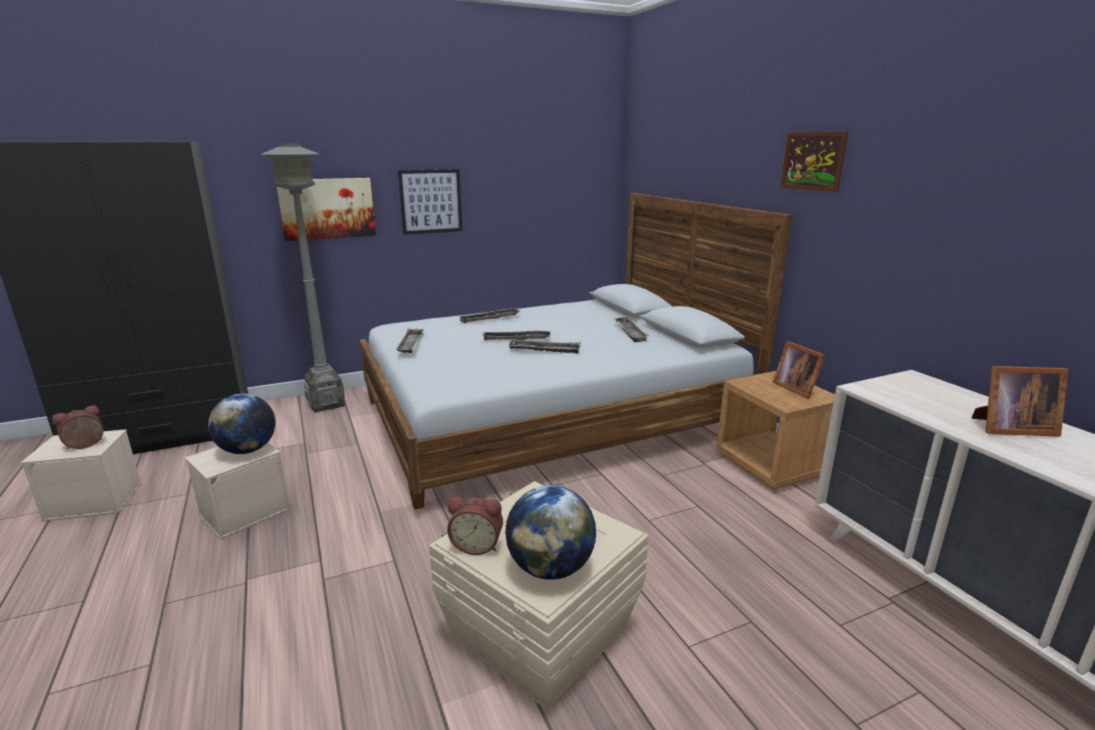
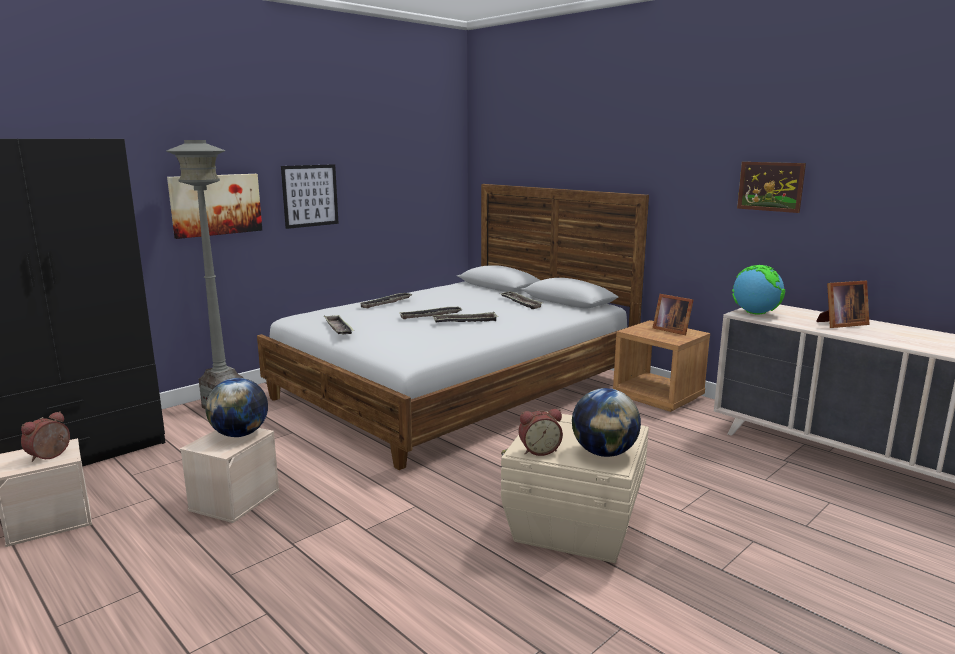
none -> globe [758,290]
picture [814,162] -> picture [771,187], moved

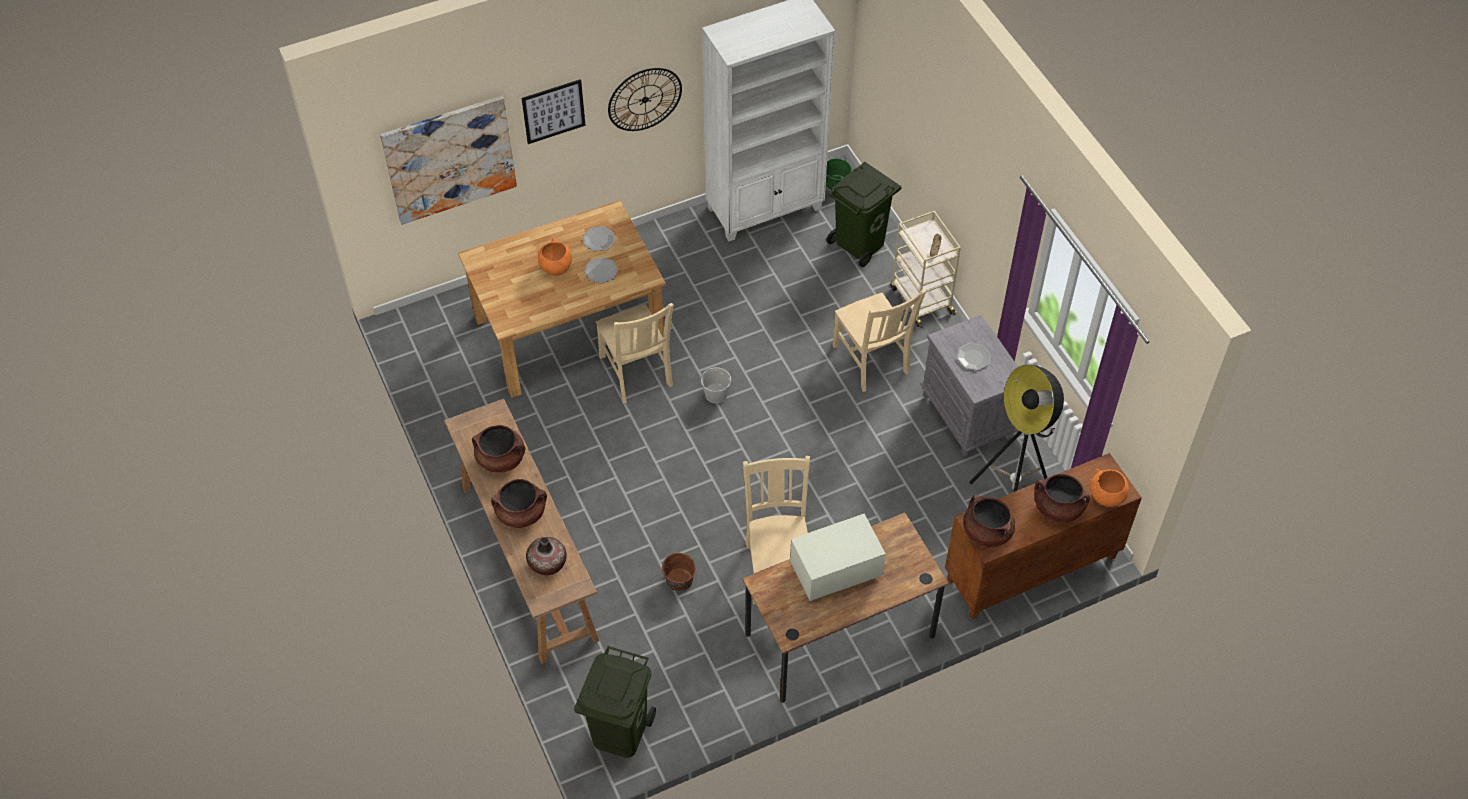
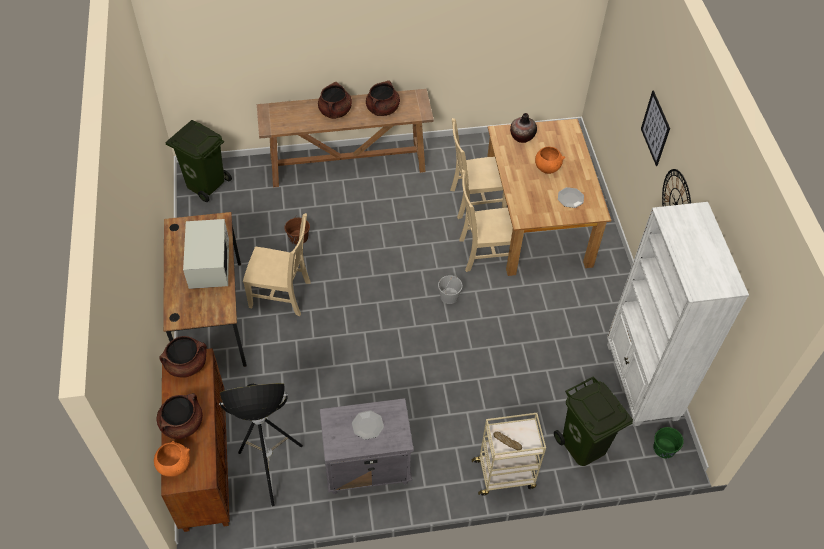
picture [448,160] -> none
plate [601,270] -> none
vase [546,556] -> vase [523,128], moved
beige_chair [879,341] -> beige_chair [478,168], moved

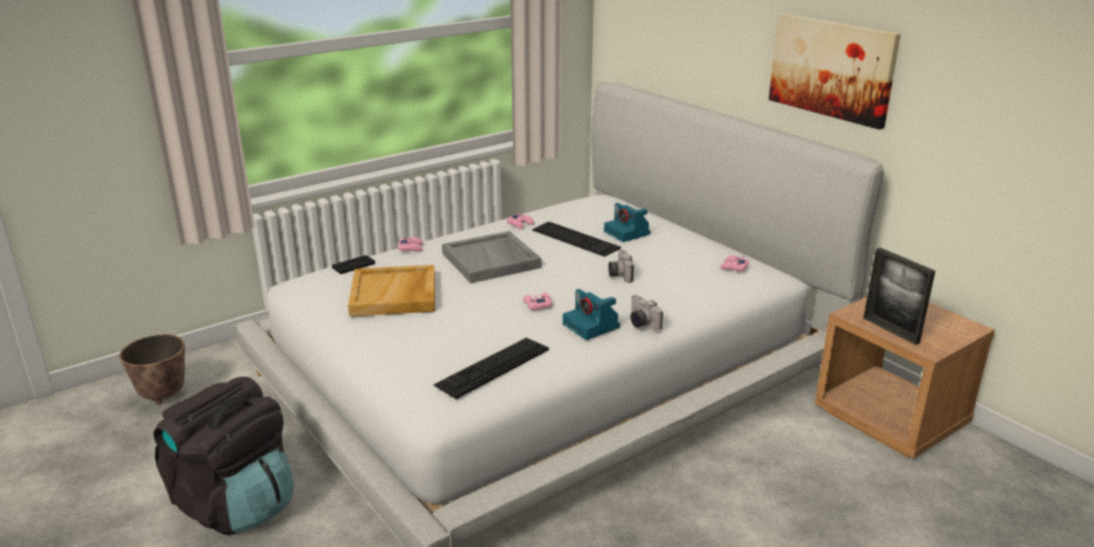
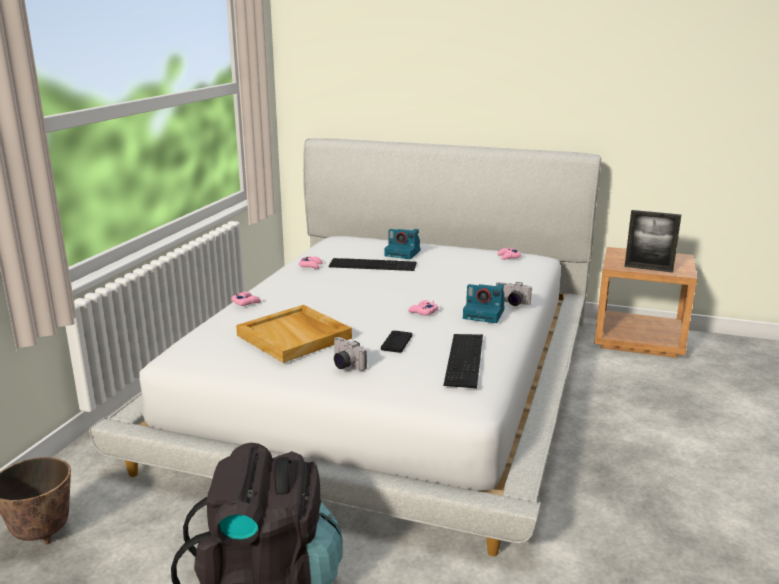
grey_tray [491,257] -> none
picture [835,71] -> none
black_game_controller [353,264] -> black_game_controller [396,341], moved
photo_camera [621,266] -> photo_camera [350,354], moved

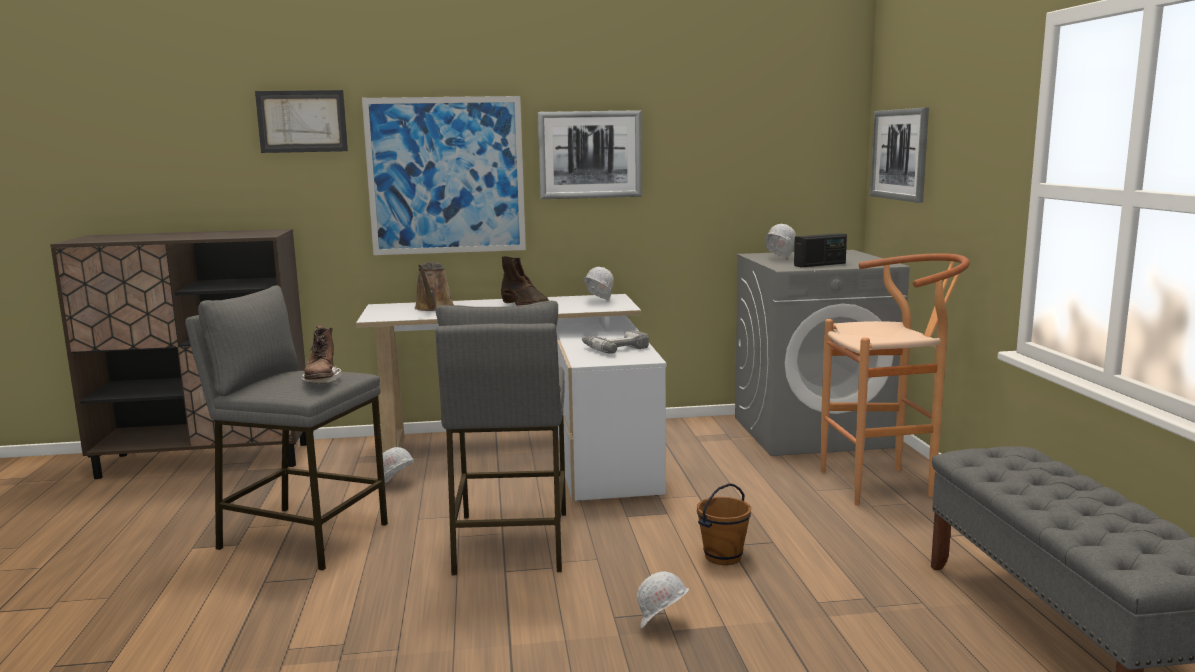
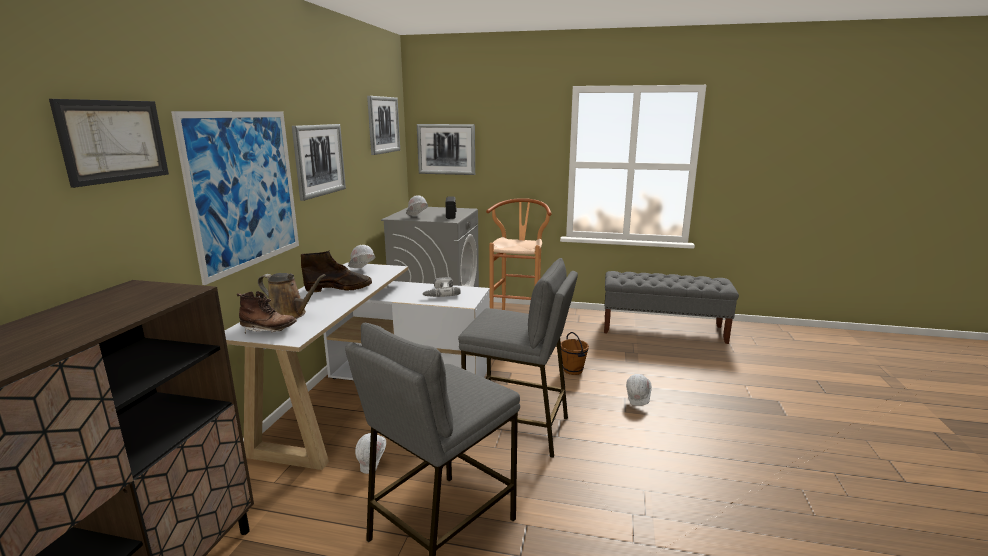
none -> picture [383,125]
brown_boot [321,354] -> brown_boot [267,312], moved

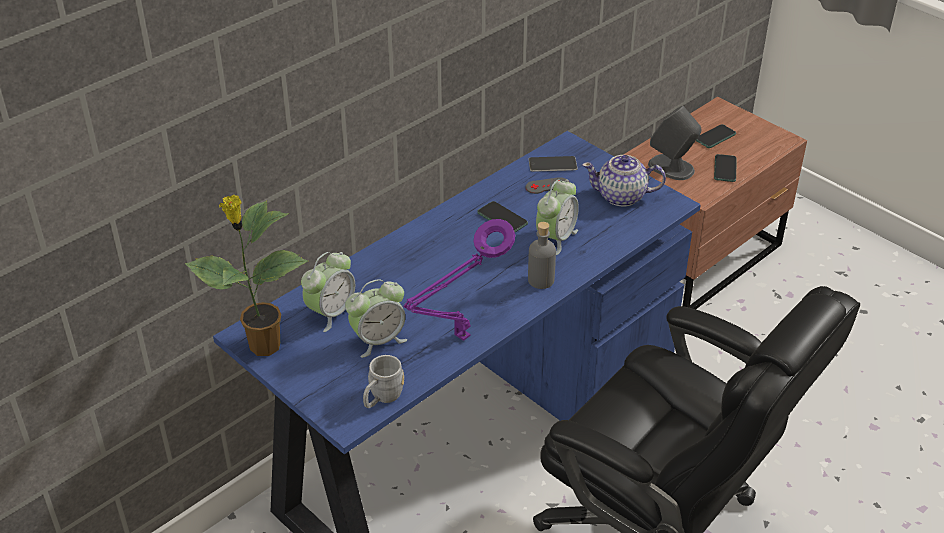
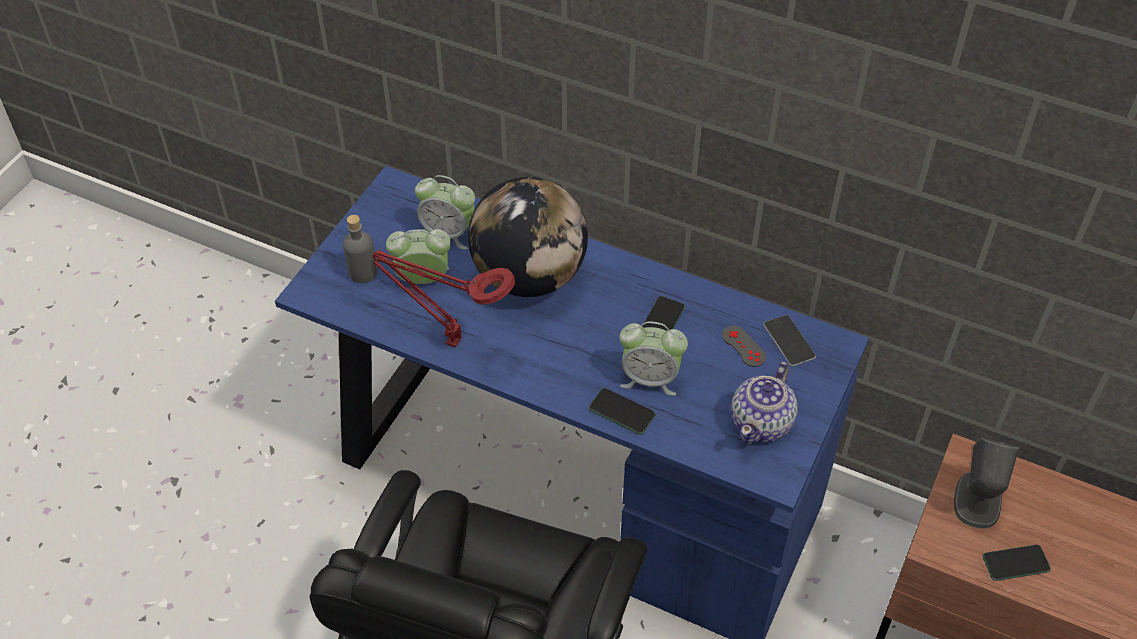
potted_plant [246,275] -> none
grey_mug [383,381] -> none
none -> globe [528,237]
grey_bottle [542,255] -> grey_bottle [360,249], moved
phone [716,136] -> phone [622,411], moved
purple_table_lamp [459,280] -> red_table_lamp [443,298]
alarm_clock [376,318] -> alarm_clock [418,256], 135 degrees clockwise
teapot [624,181] -> teapot [764,403], 135 degrees counterclockwise

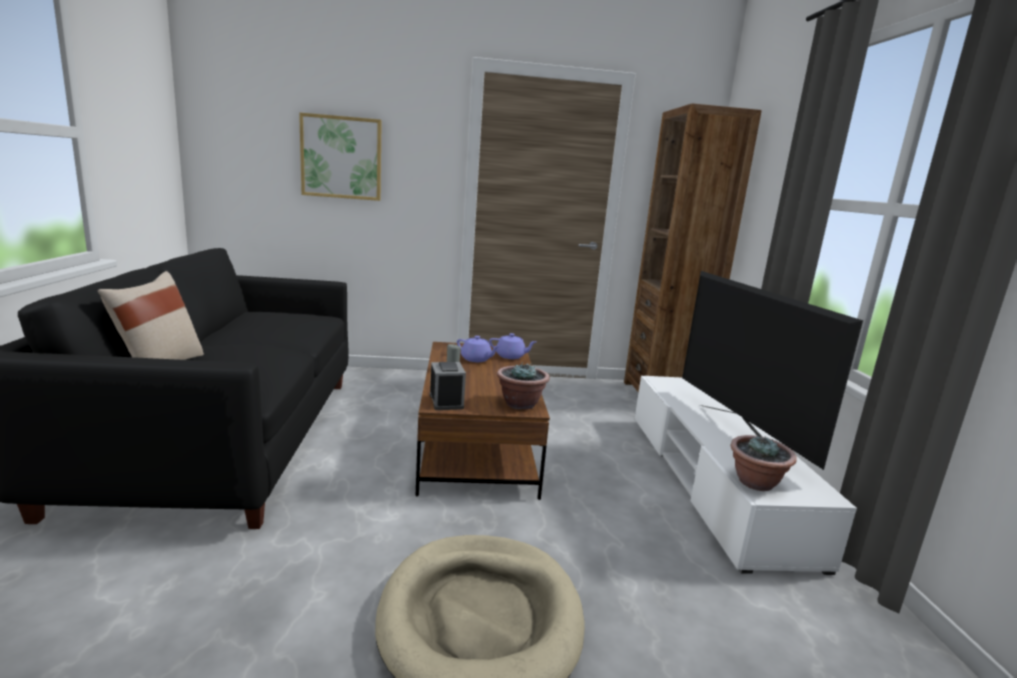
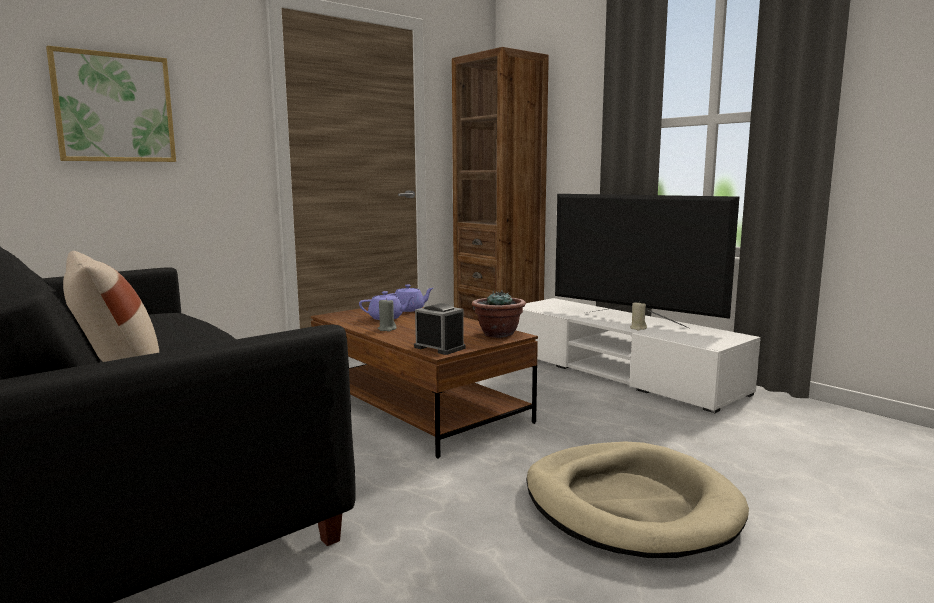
potted_plant [764,463] -> none
none -> beige_candle [638,315]

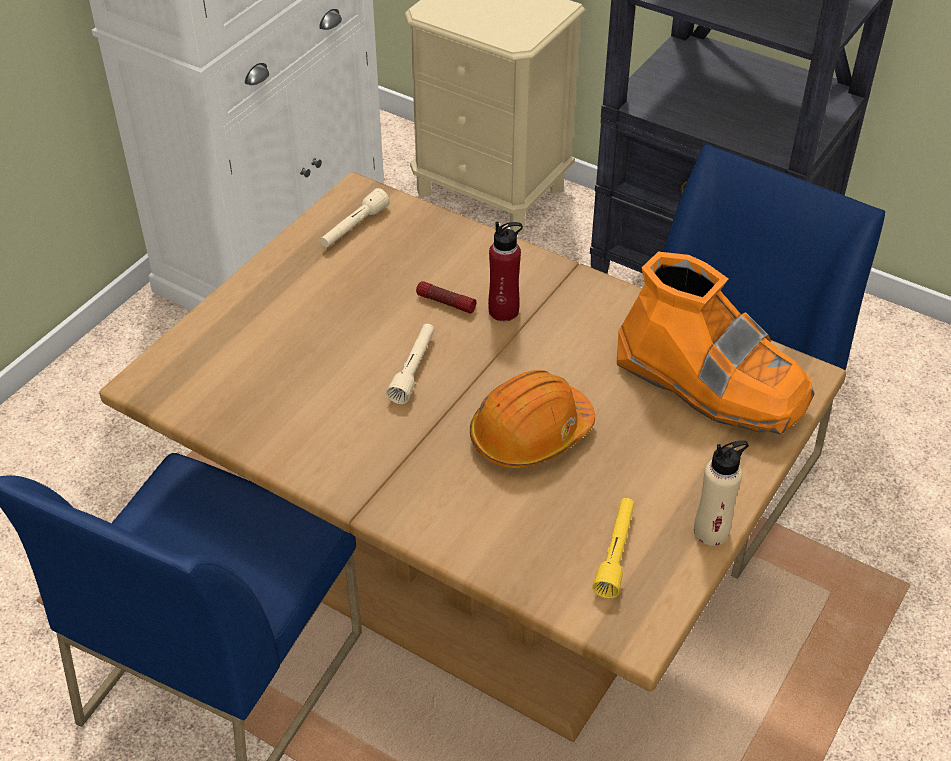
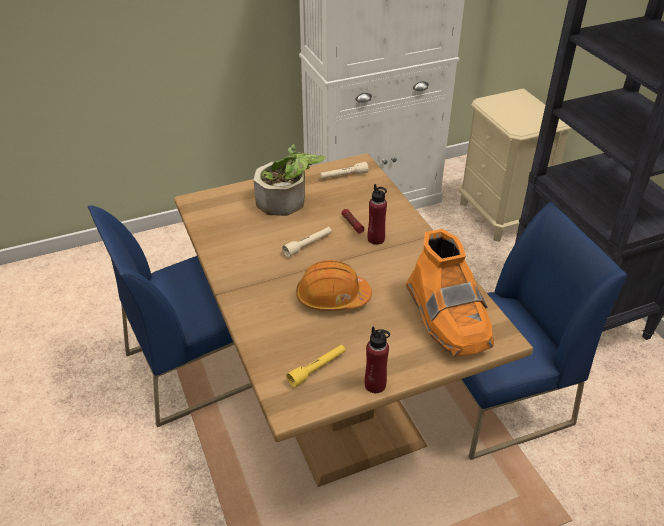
none -> potted_plant [289,180]
beige_bottle [721,492] -> red_bottle [377,360]

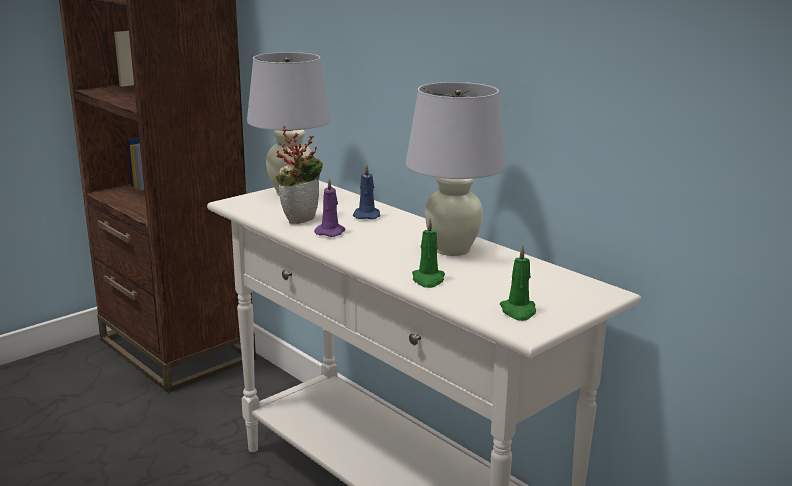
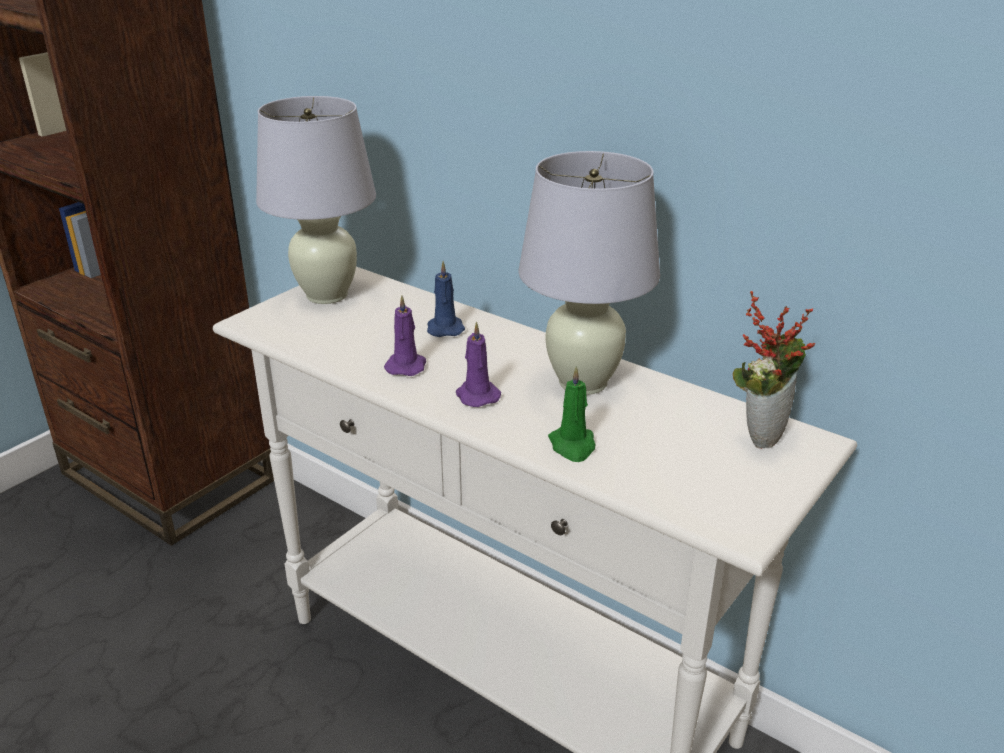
green_candle [518,283] -> none
none -> purple_candle [478,364]
potted_plant [299,175] -> potted_plant [774,370], moved

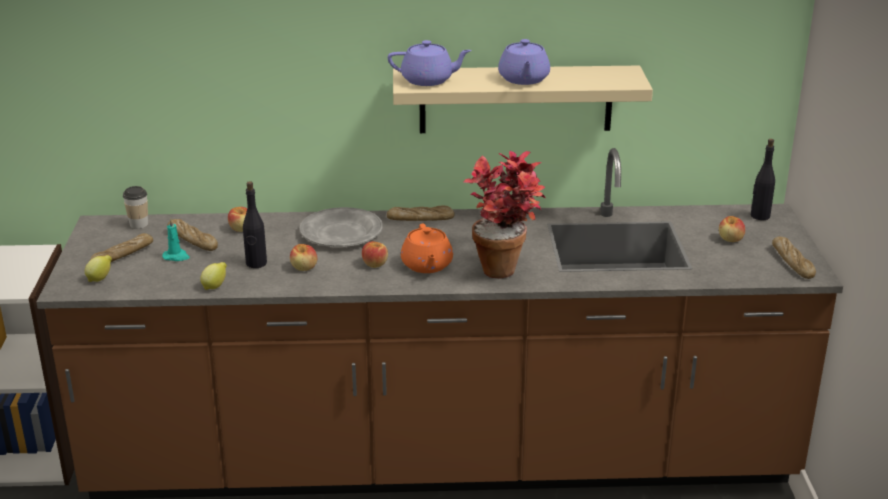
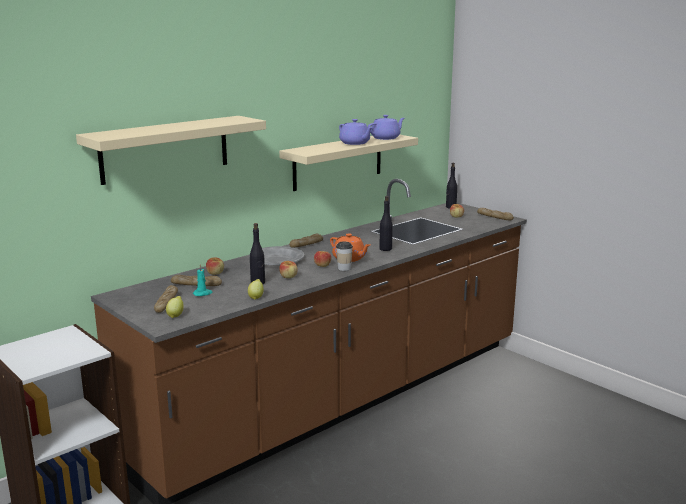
none -> beige_shelf [171,150]
cup [135,207] -> cup [344,256], moved
purple_teapot [430,63] -> purple_teapot [386,127], moved
potted_plant [504,215] -> black_bottle [386,223]

